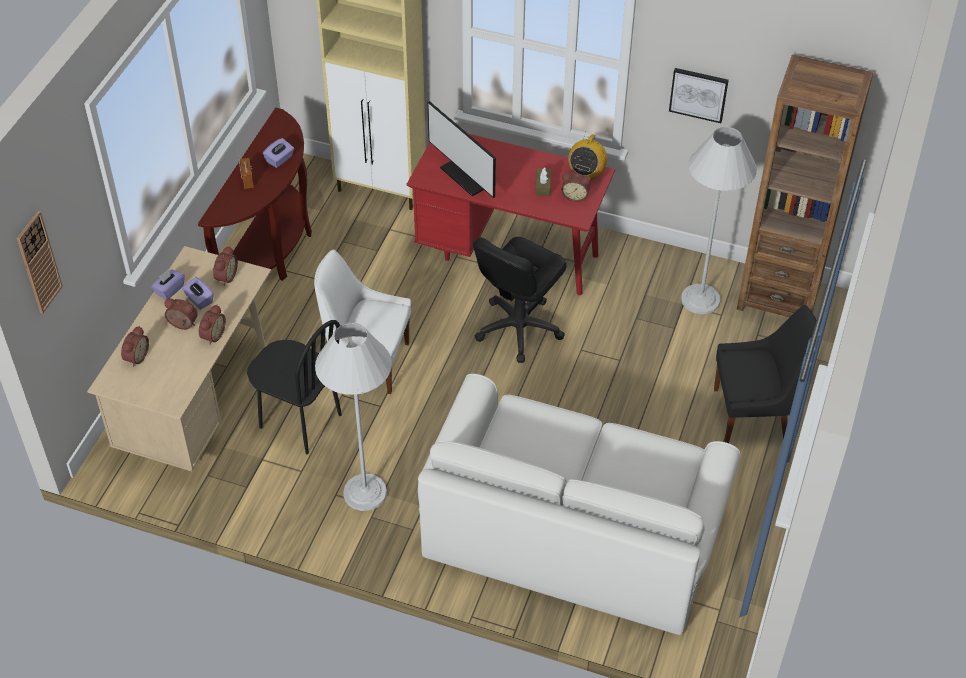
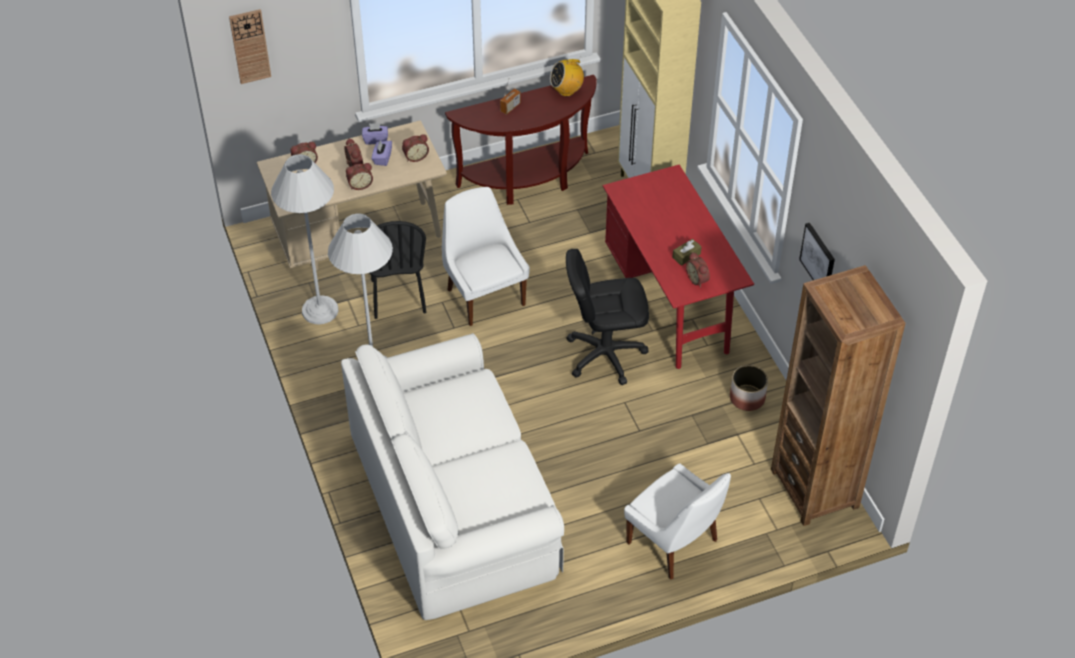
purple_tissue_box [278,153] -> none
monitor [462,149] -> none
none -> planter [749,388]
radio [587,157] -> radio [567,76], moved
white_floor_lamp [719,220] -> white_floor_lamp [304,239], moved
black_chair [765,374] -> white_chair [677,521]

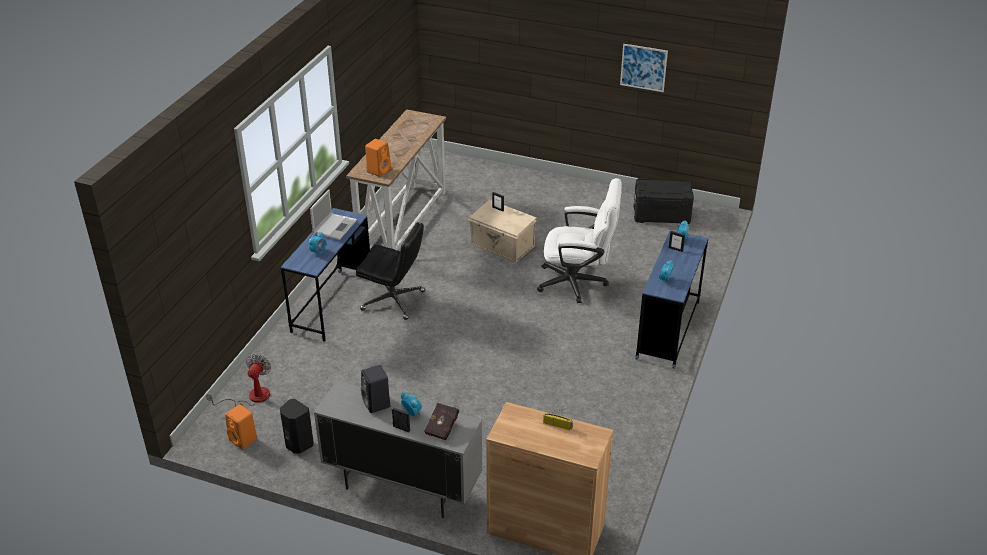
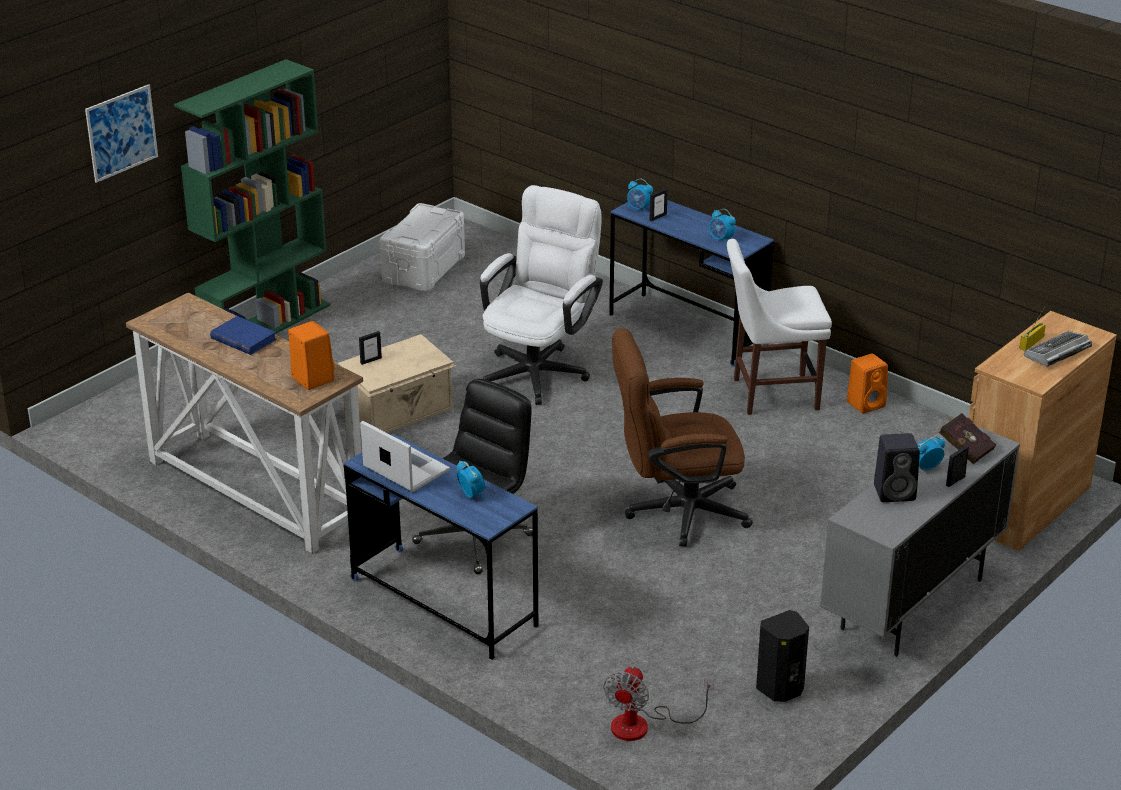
none -> green_bookcase [252,196]
none -> blue_book [243,335]
none -> brown_office_chair [682,437]
none -> white_chair [779,327]
none -> keyboard [1058,349]
orange_speaker [241,426] -> orange_speaker [867,383], moved
picture [644,68] -> picture [121,133], moved
black_storage_box [663,201] -> white_storage_box [422,247]
fan [238,380] -> fan [658,704], 105 degrees counterclockwise

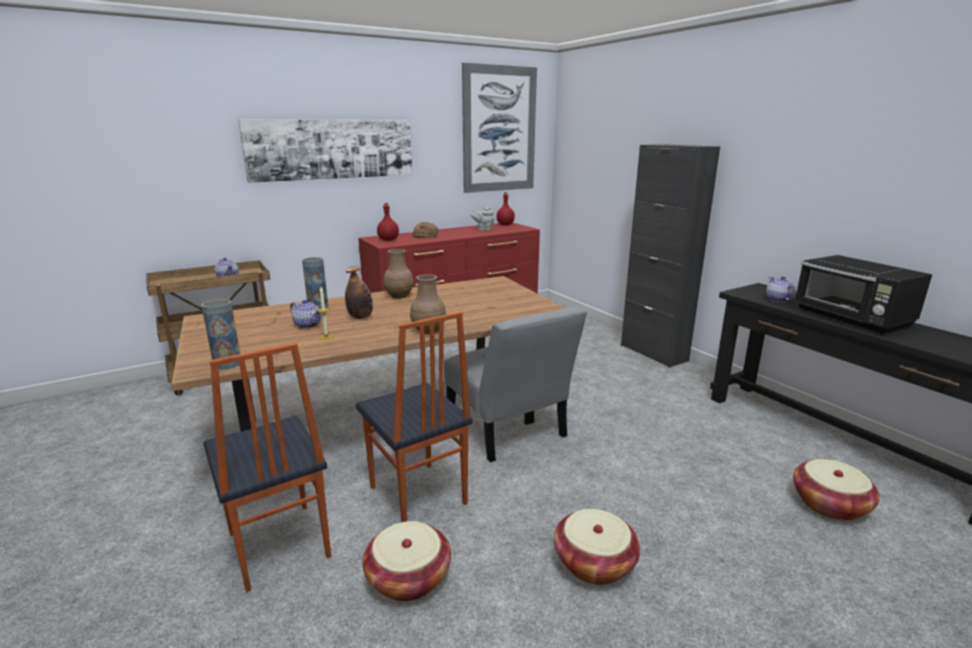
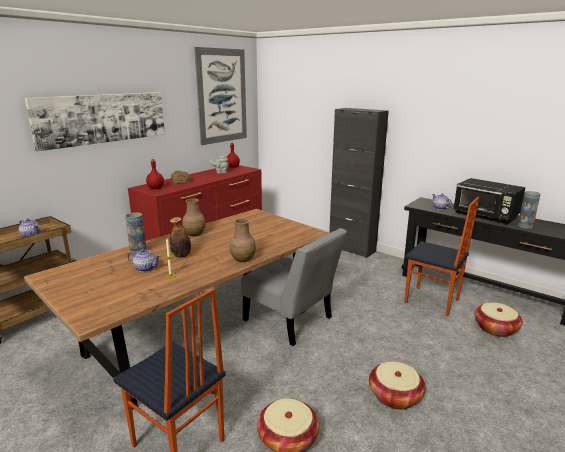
vase [220,334] -> vase [529,210], moved
chair [414,416] -> chair [441,256], moved

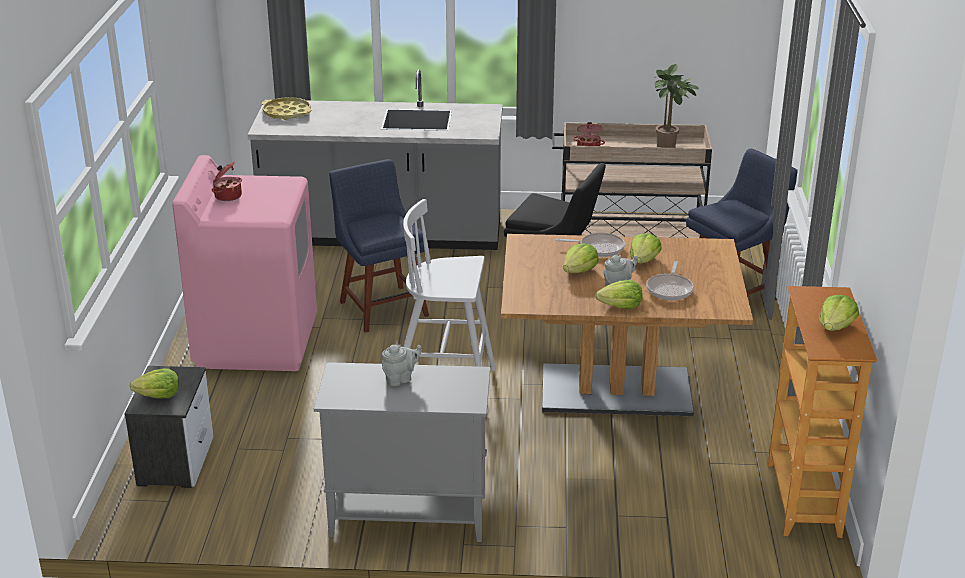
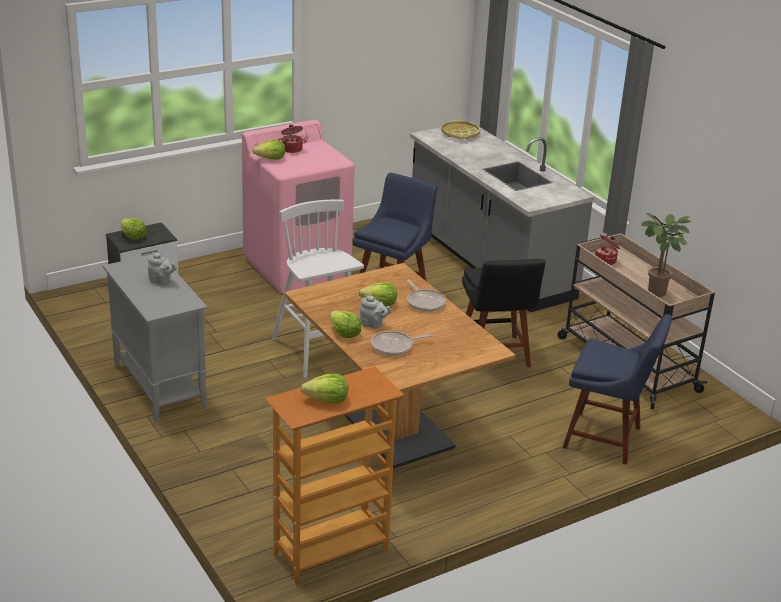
lettuce [645,248] -> lettuce [268,150], moved

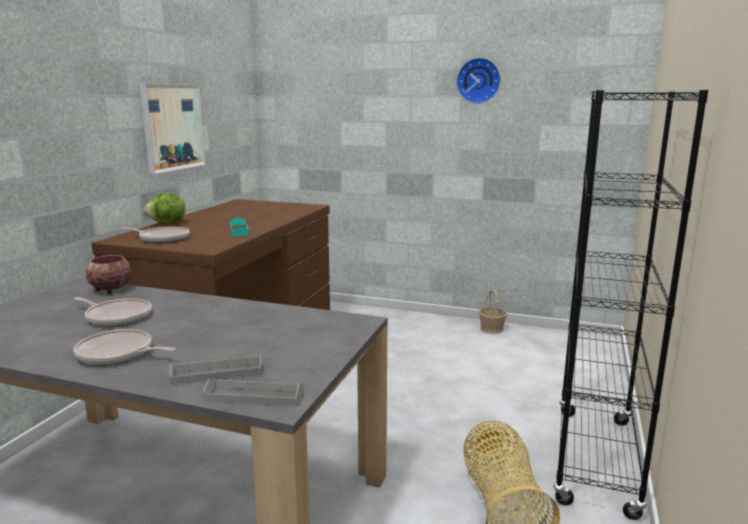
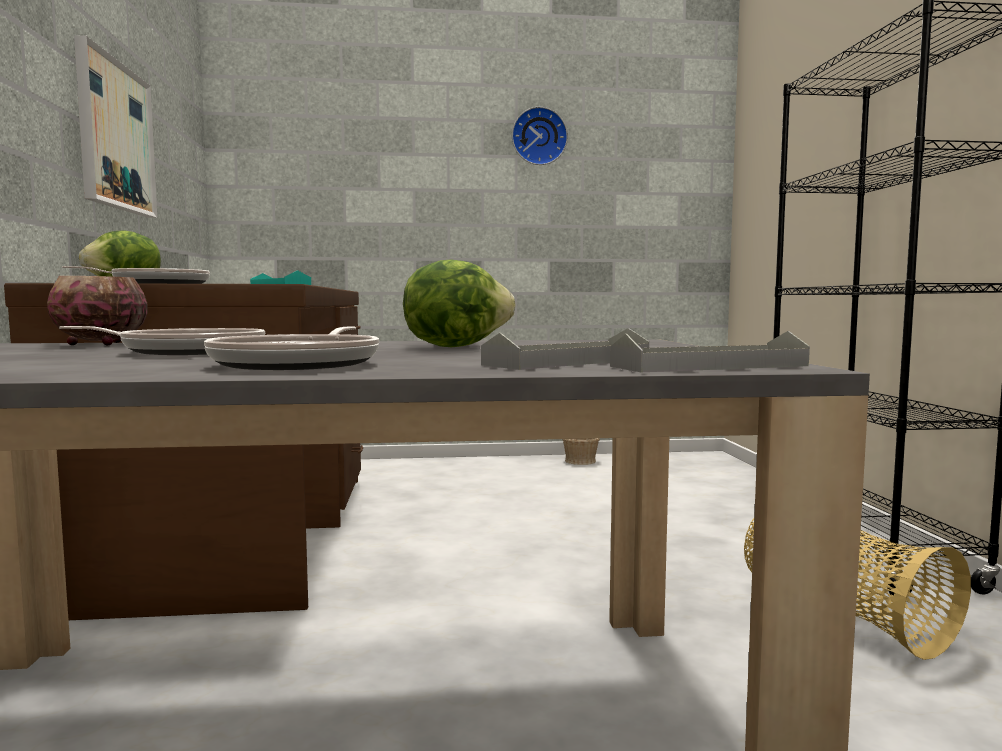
none -> lettuce [459,303]
frying_pan [124,347] -> frying_pan [291,348], 75 degrees counterclockwise

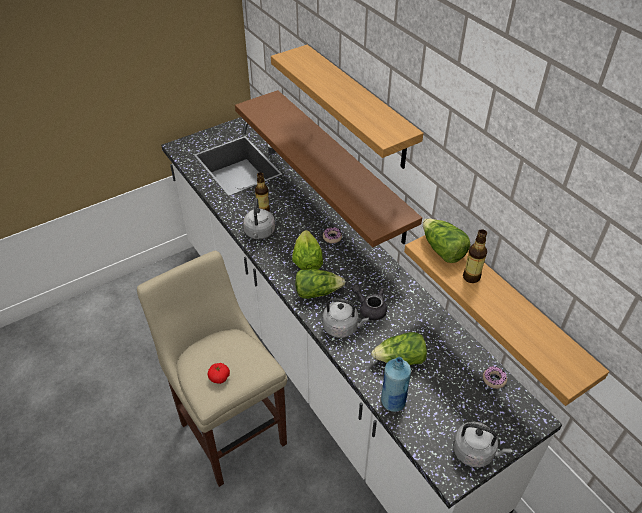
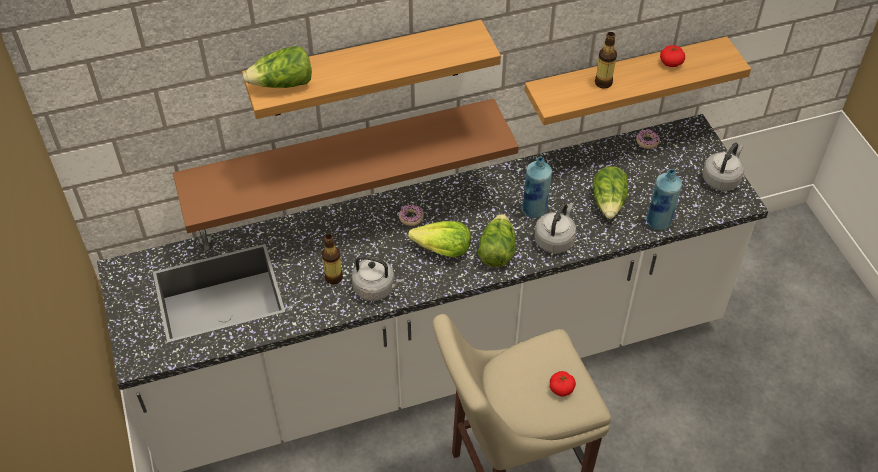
none -> tomato [672,56]
lettuce [447,240] -> lettuce [277,67], moved
grey_teapot [369,302] -> blue_bottle [537,187]

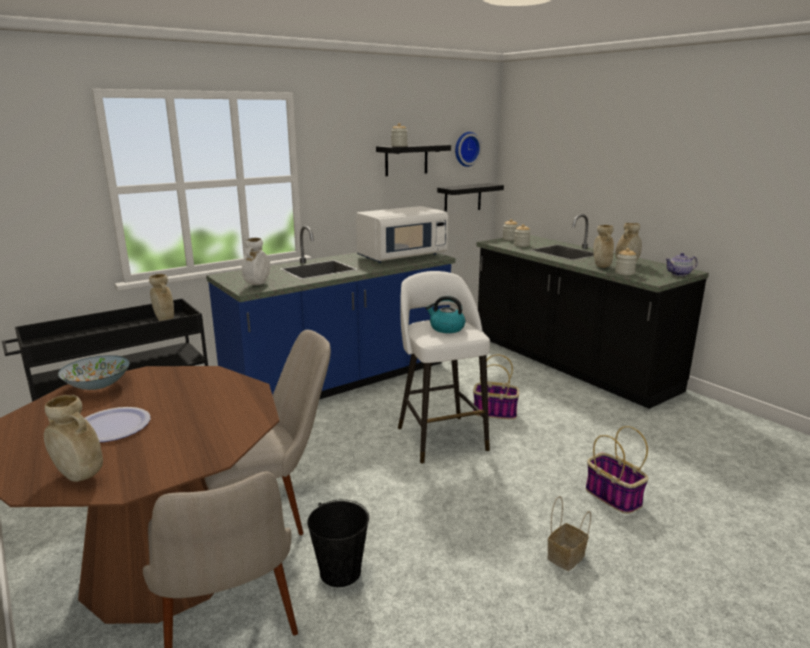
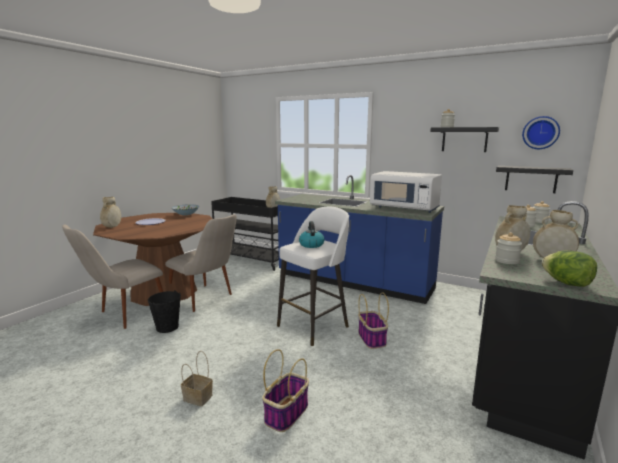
white_vase [256,261] -> none
teapot [681,264] -> lettuce [569,268]

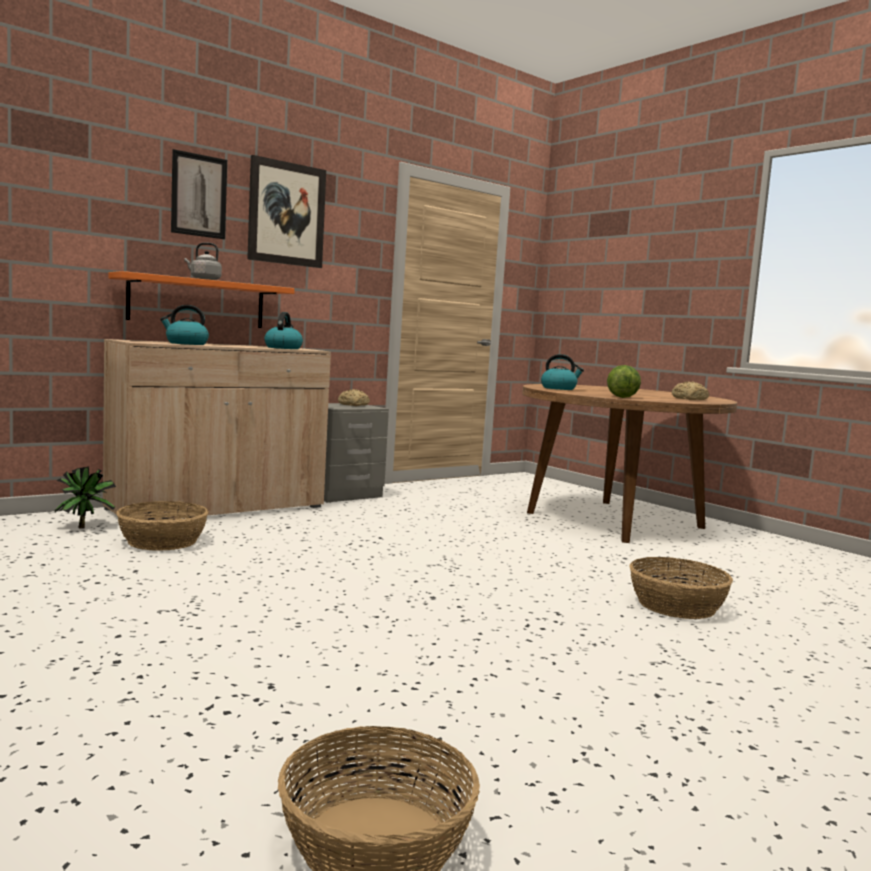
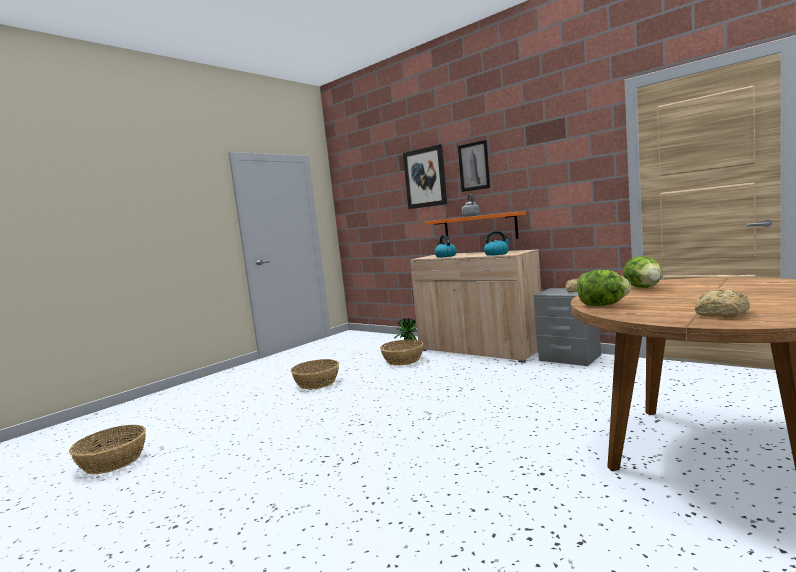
picture [286,211] -> picture [425,176], moved
basket [681,588] -> basket [315,374], moved
kettle [562,372] -> lettuce [642,272]

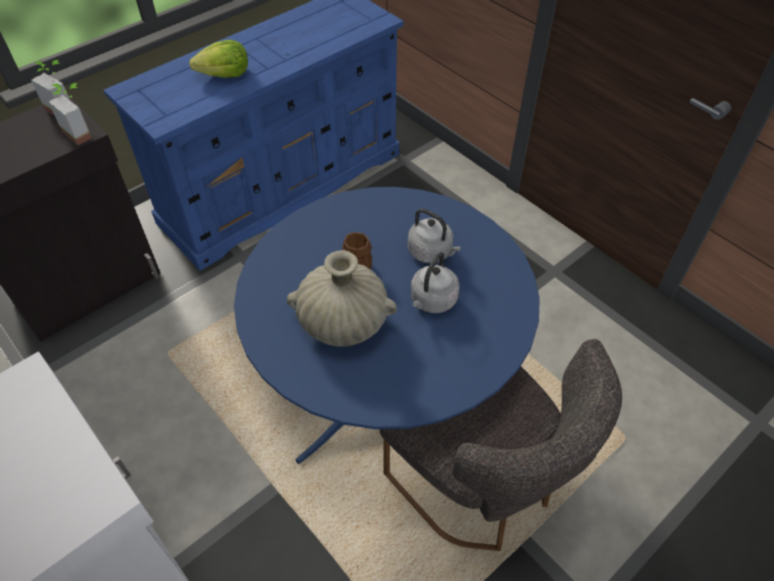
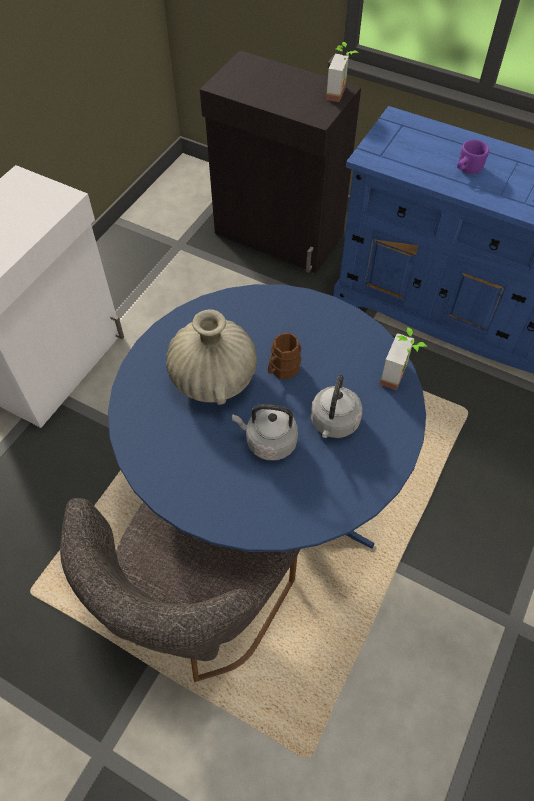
potted_plant [70,114] -> potted_plant [403,359], moved
lettuce [218,59] -> purple_mug [473,157]

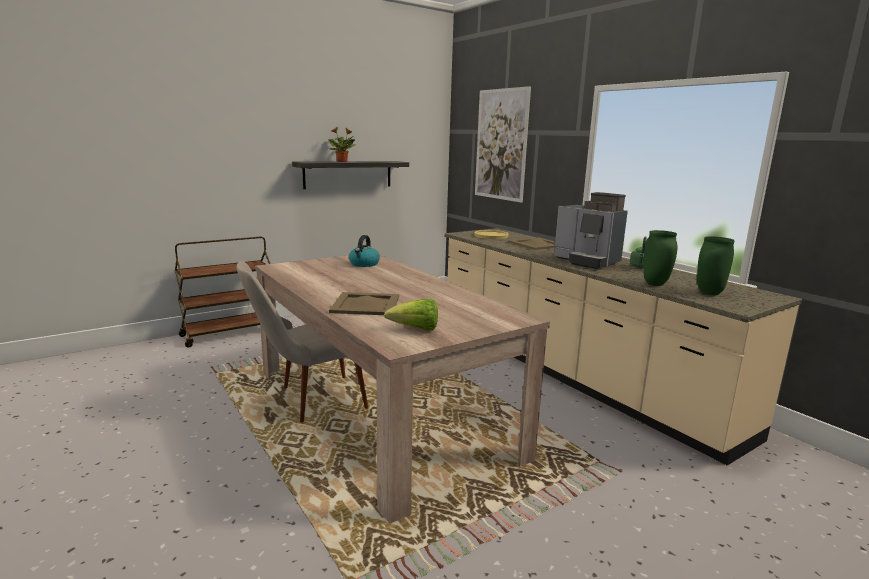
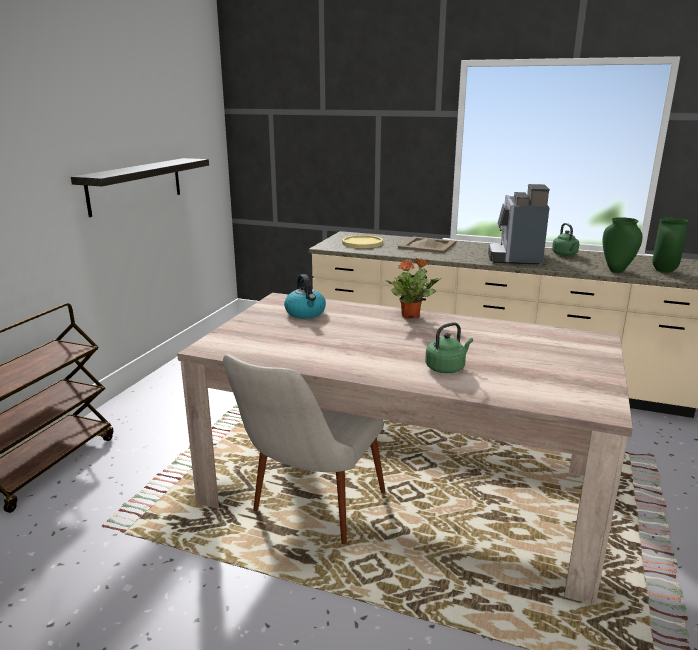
lettuce [411,315] -> none
picture [503,144] -> none
potted_plant [342,144] -> potted_plant [413,288], moved
beige_tray [364,303] -> green_kettle [449,347]
coffee_machine [591,230] -> coffee_machine [519,224], 90 degrees clockwise

